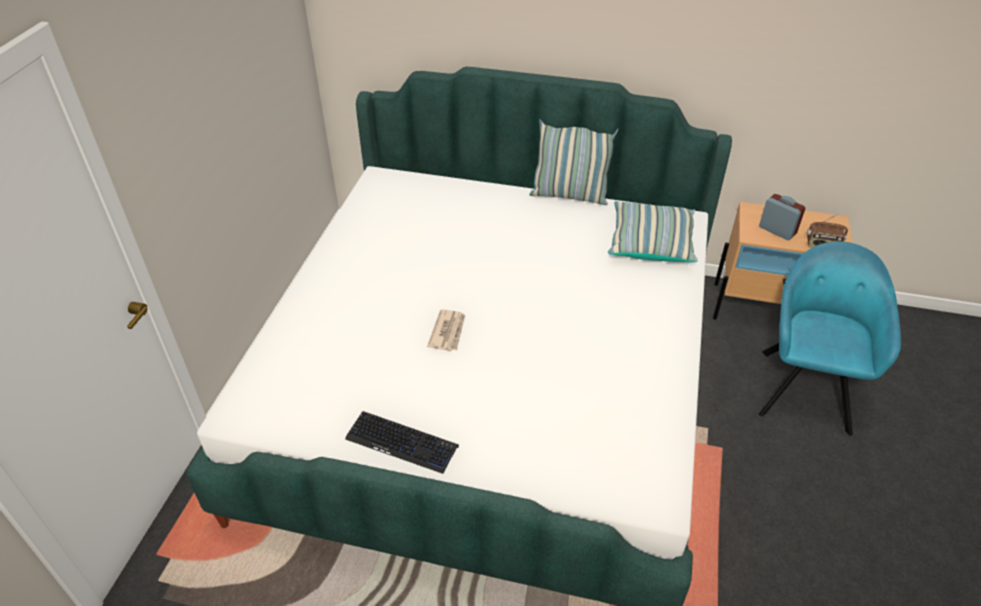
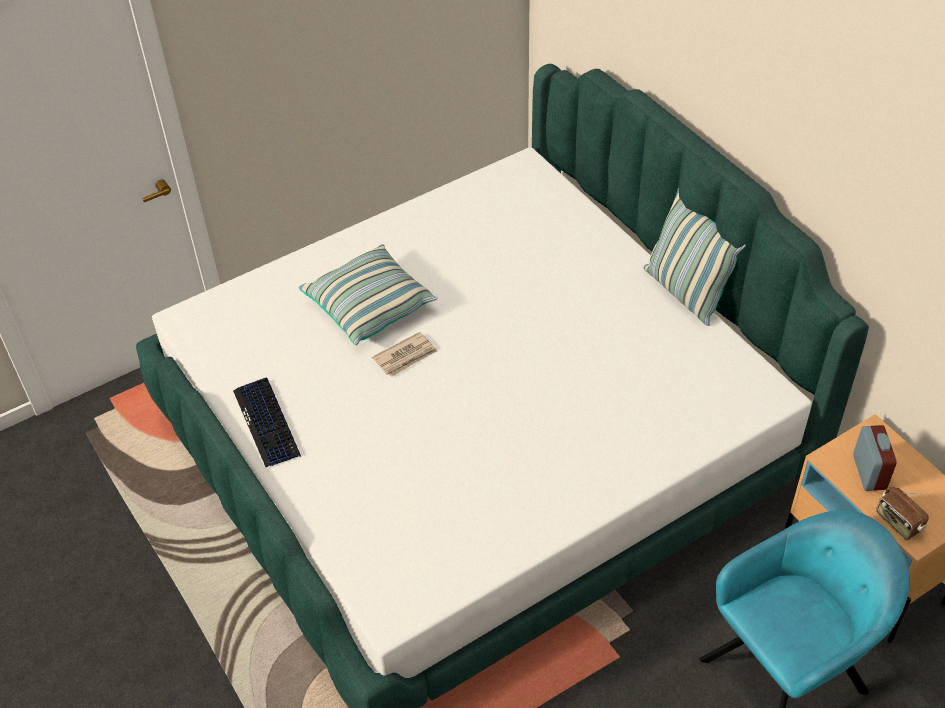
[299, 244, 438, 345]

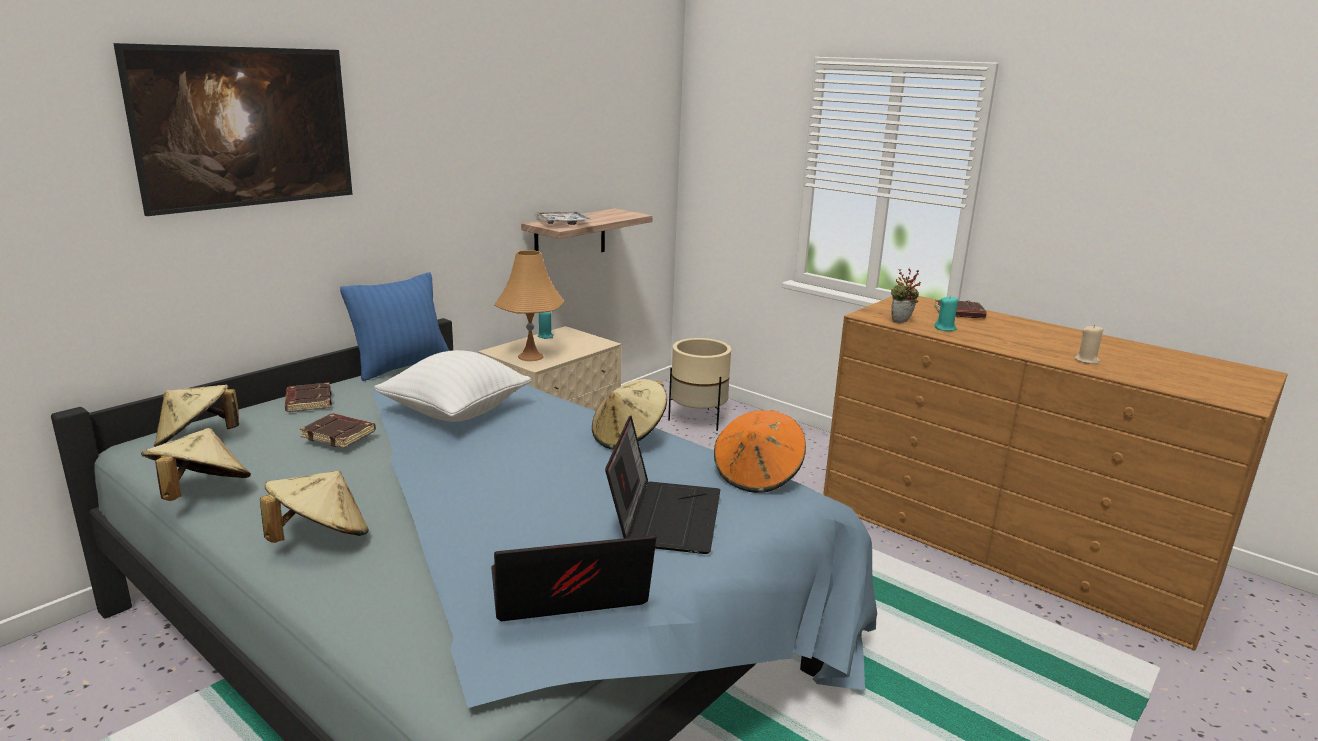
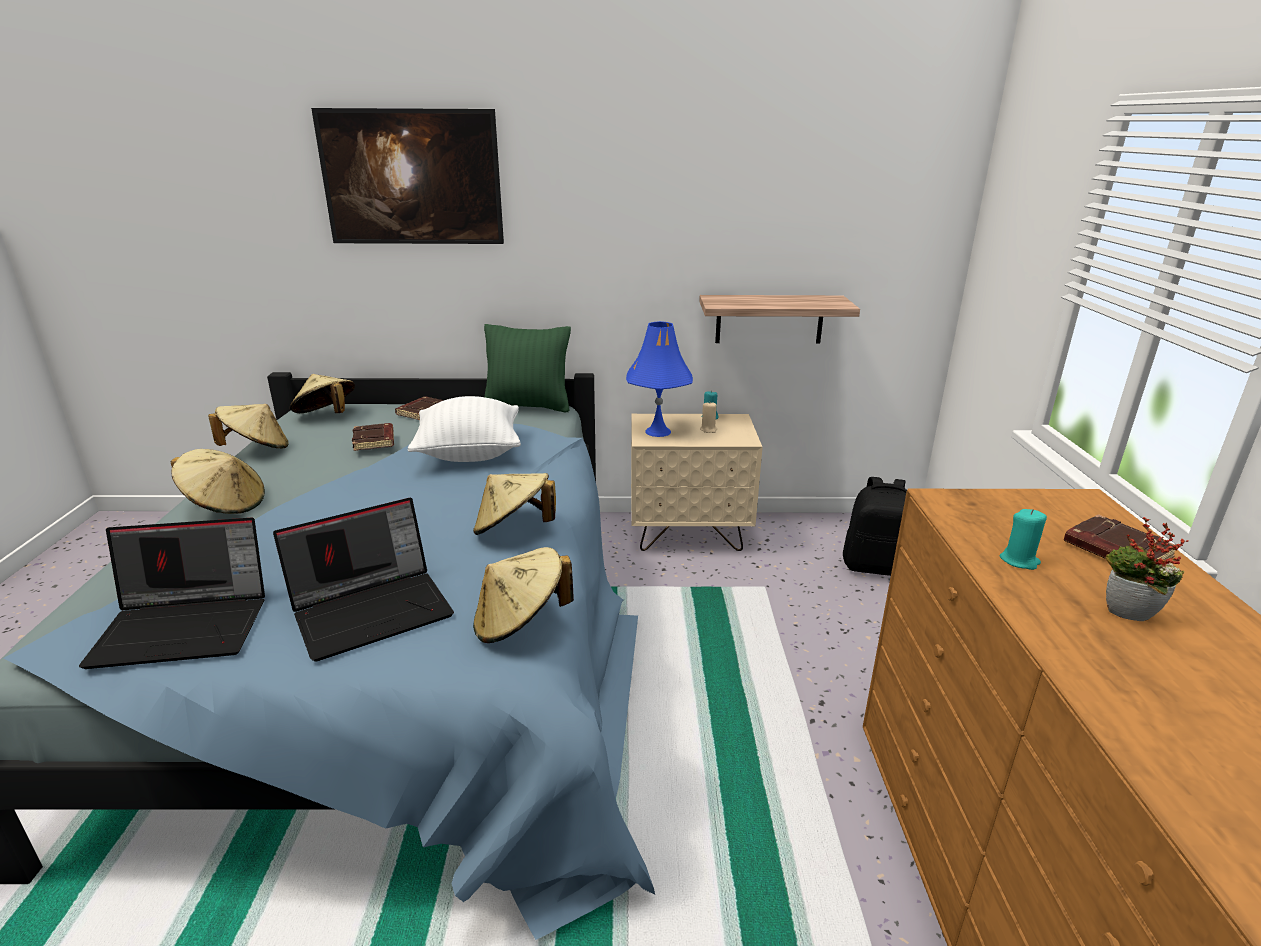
[484, 324, 571, 412]
[79, 518, 265, 669]
[626, 321, 693, 437]
[535, 211, 593, 225] (first image)
[843, 477, 907, 576]
[473, 547, 574, 643]
[1106, 517, 1189, 621]
[700, 402, 717, 433]

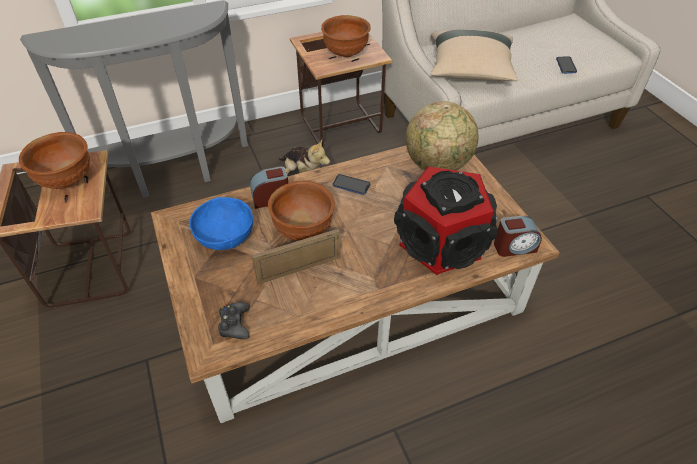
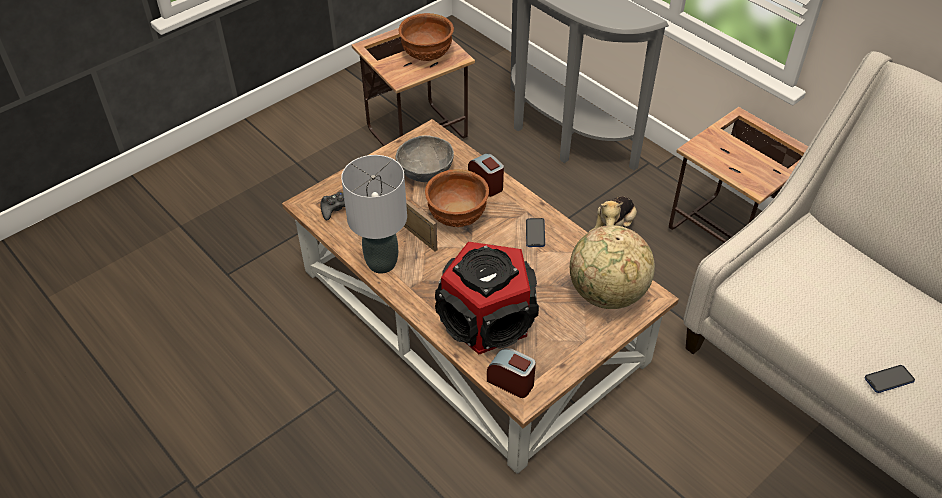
[396, 135, 454, 182]
[321, 15, 371, 57] (first image)
[431, 29, 518, 81] (first image)
[487, 348, 536, 398]
[341, 155, 407, 274]

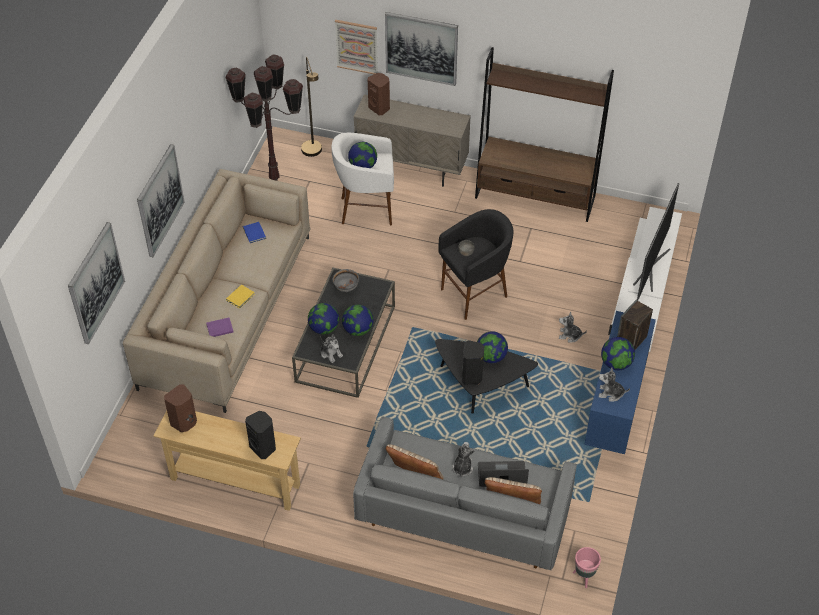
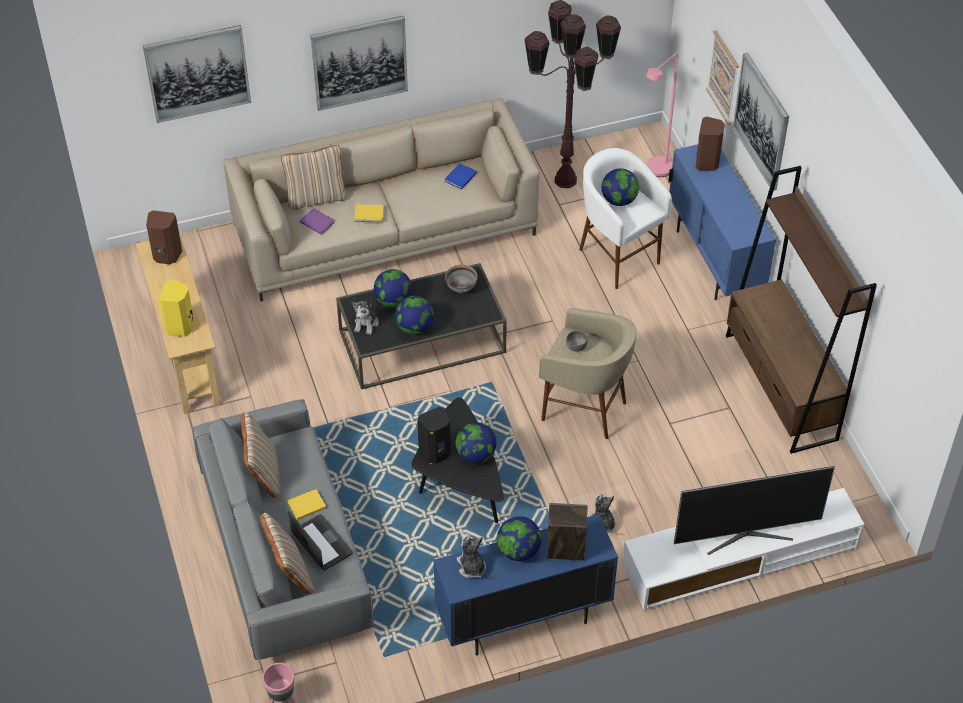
[159, 280, 195, 337]
[646, 53, 678, 177]
[668, 144, 776, 300]
[539, 308, 636, 439]
[287, 489, 326, 520]
[281, 145, 347, 210]

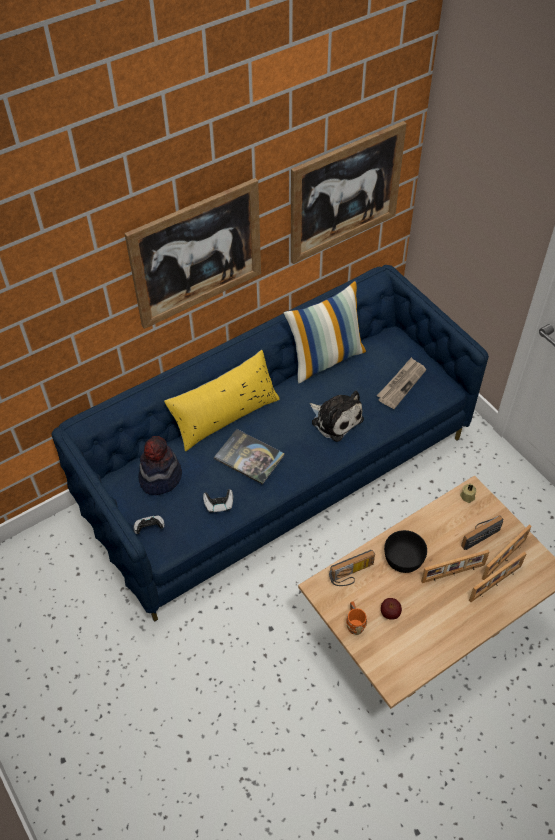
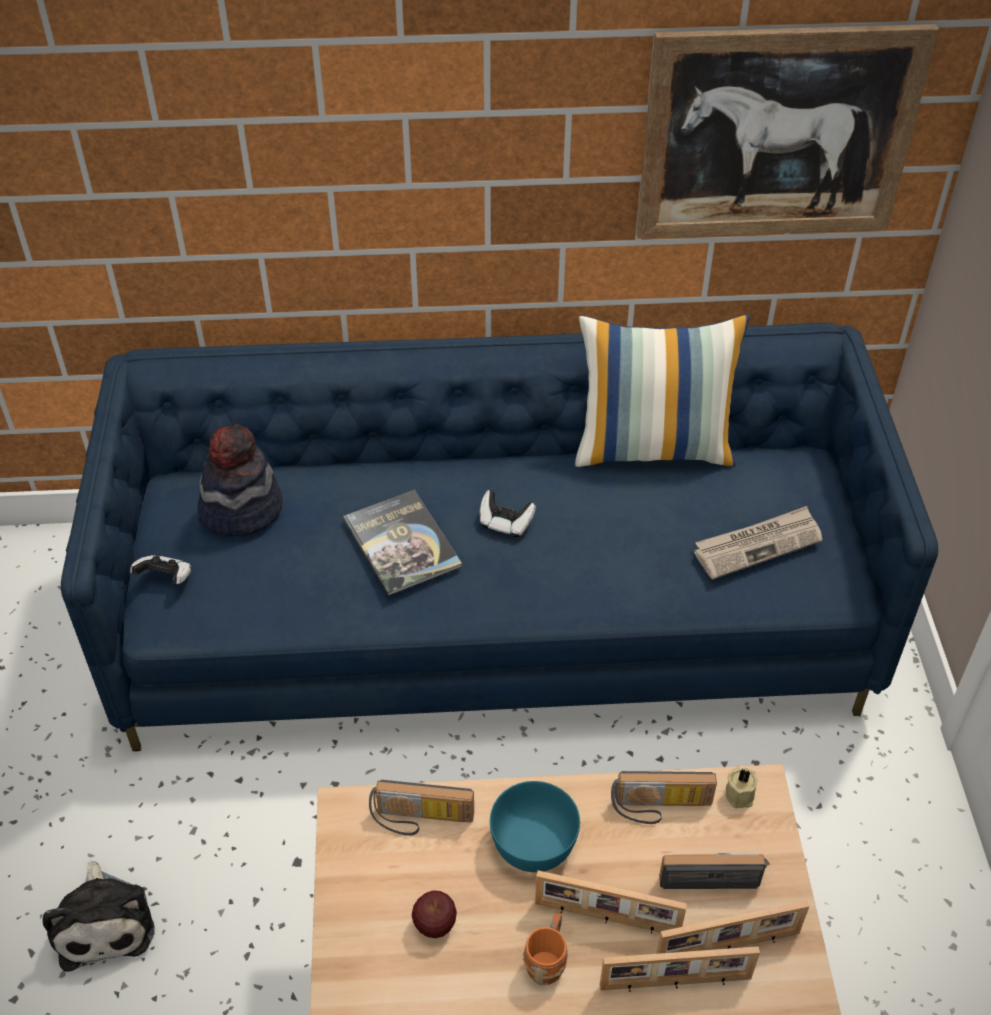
[124, 178, 261, 329] (first image)
[164, 350, 280, 452] (first image)
[480, 490, 536, 537]
[43, 861, 155, 972]
[523, 913, 568, 985]
[490, 781, 580, 872]
[611, 771, 717, 824]

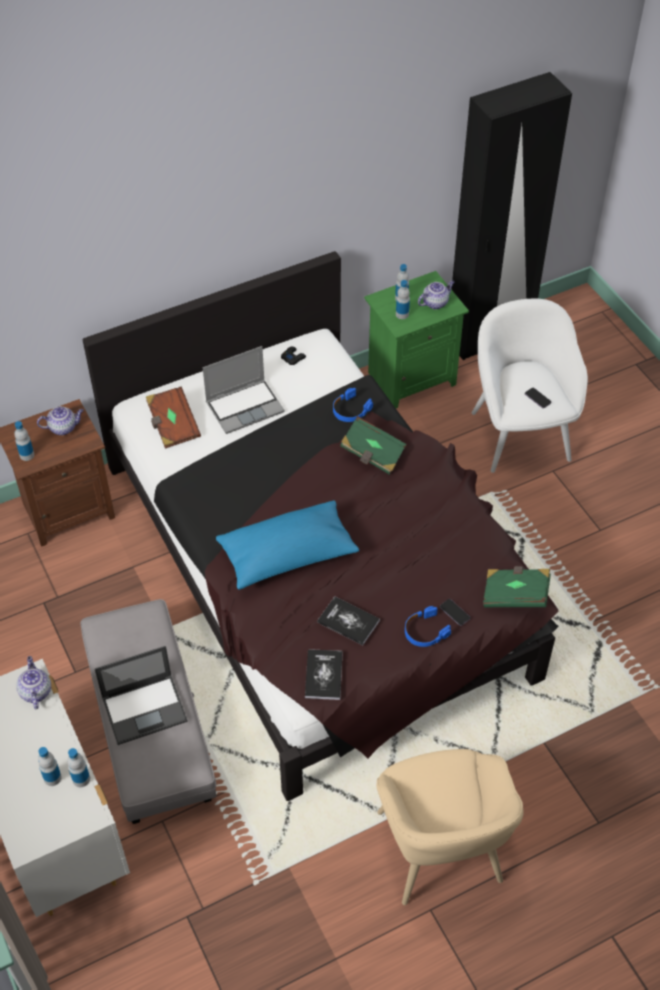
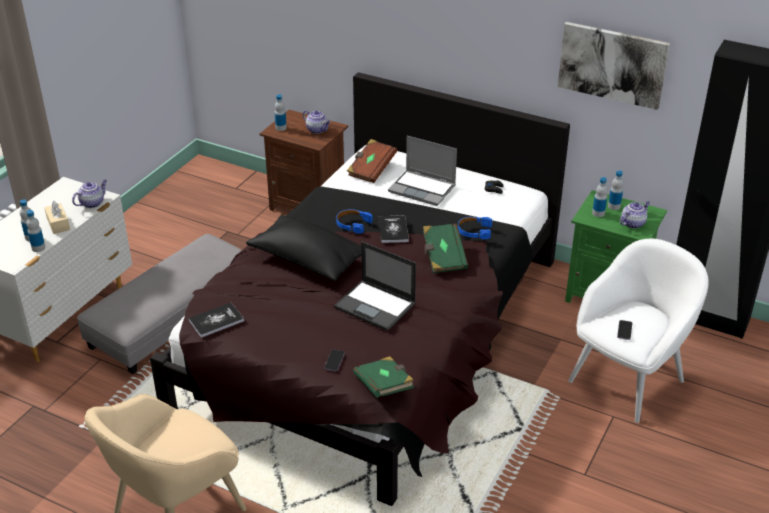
[334, 242, 416, 331]
[246, 215, 361, 281]
[378, 215, 409, 243]
[336, 209, 373, 234]
[620, 201, 650, 229]
[44, 201, 70, 234]
[558, 22, 670, 110]

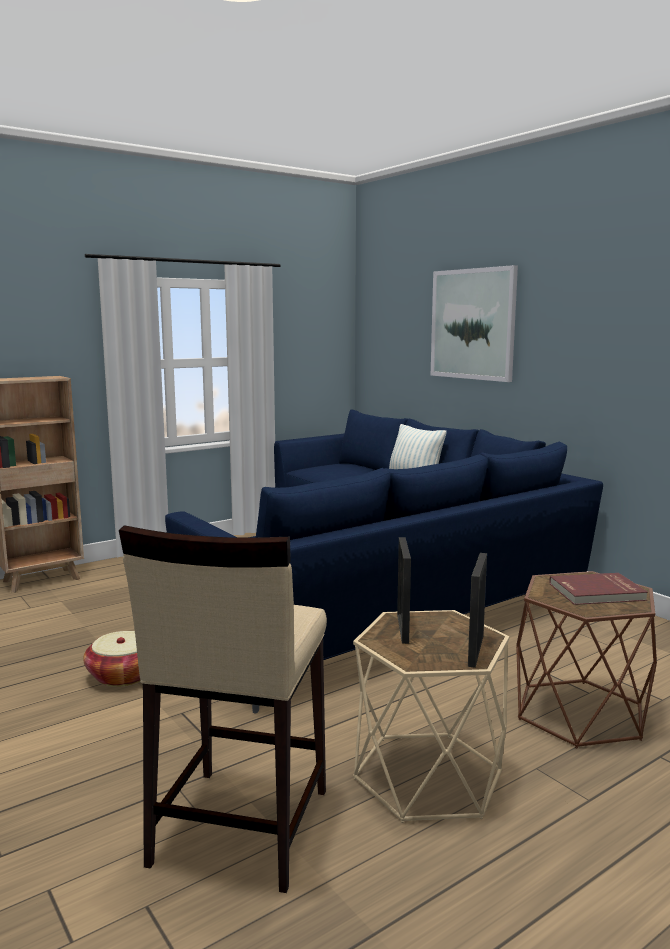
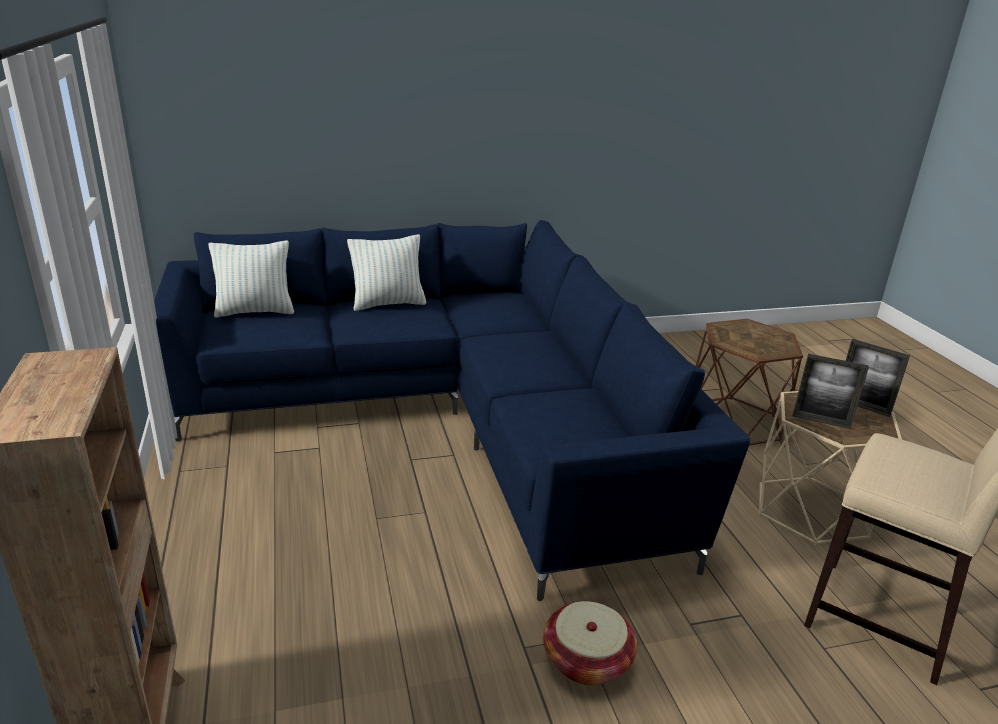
[431, 265, 518, 382] (first image)
[549, 573, 648, 605] (first image)
[209, 241, 294, 317]

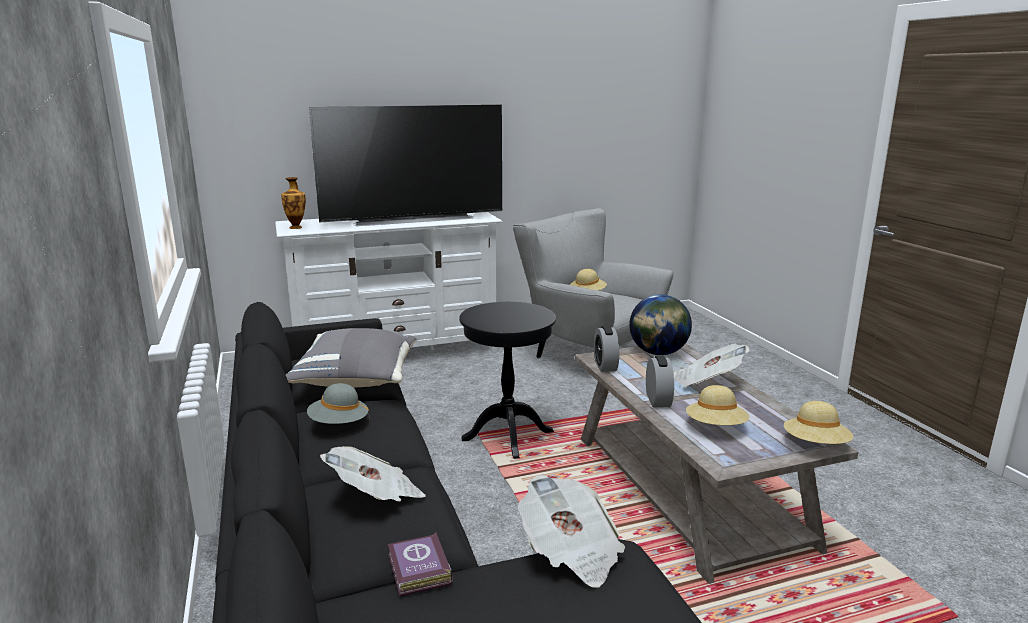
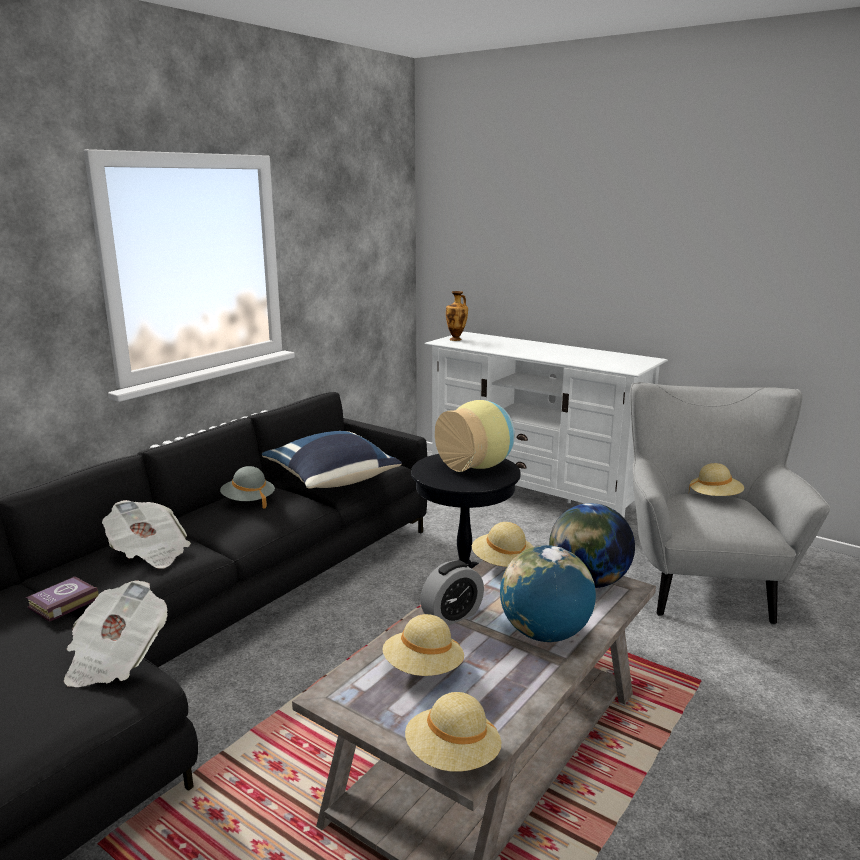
[262, 431, 402, 489]
[309, 105, 502, 226] (first image)
[472, 522, 533, 567]
[500, 545, 596, 642]
[435, 400, 515, 472]

